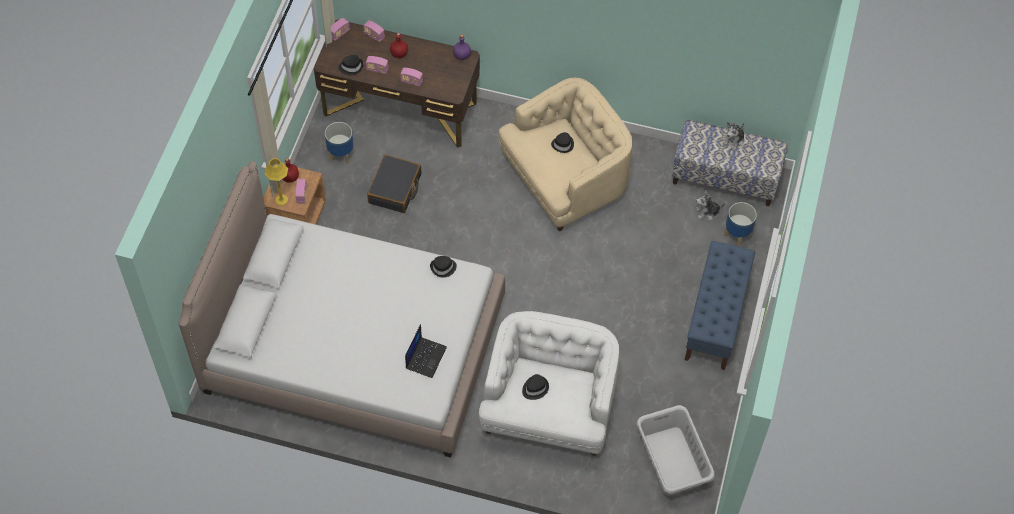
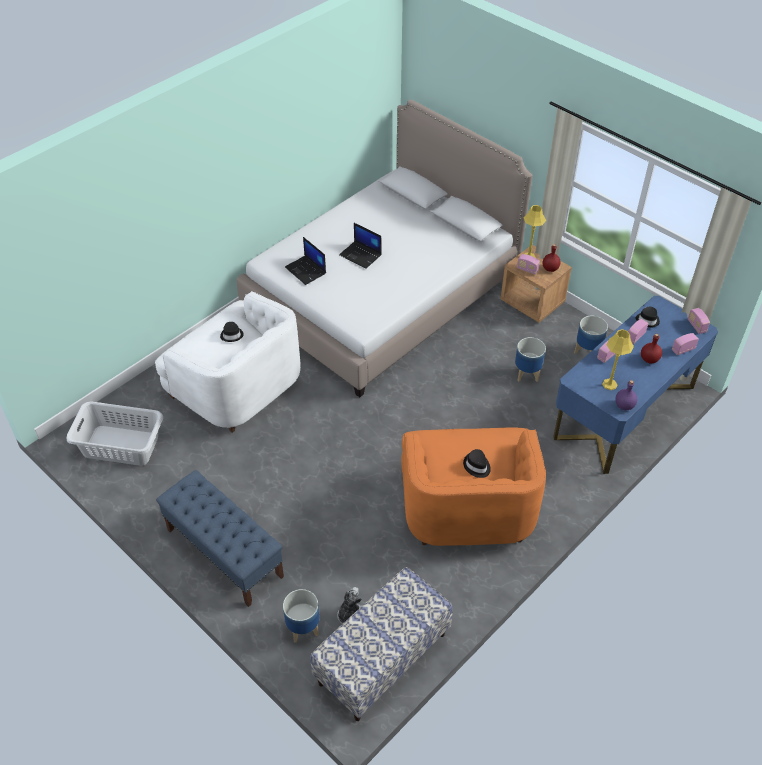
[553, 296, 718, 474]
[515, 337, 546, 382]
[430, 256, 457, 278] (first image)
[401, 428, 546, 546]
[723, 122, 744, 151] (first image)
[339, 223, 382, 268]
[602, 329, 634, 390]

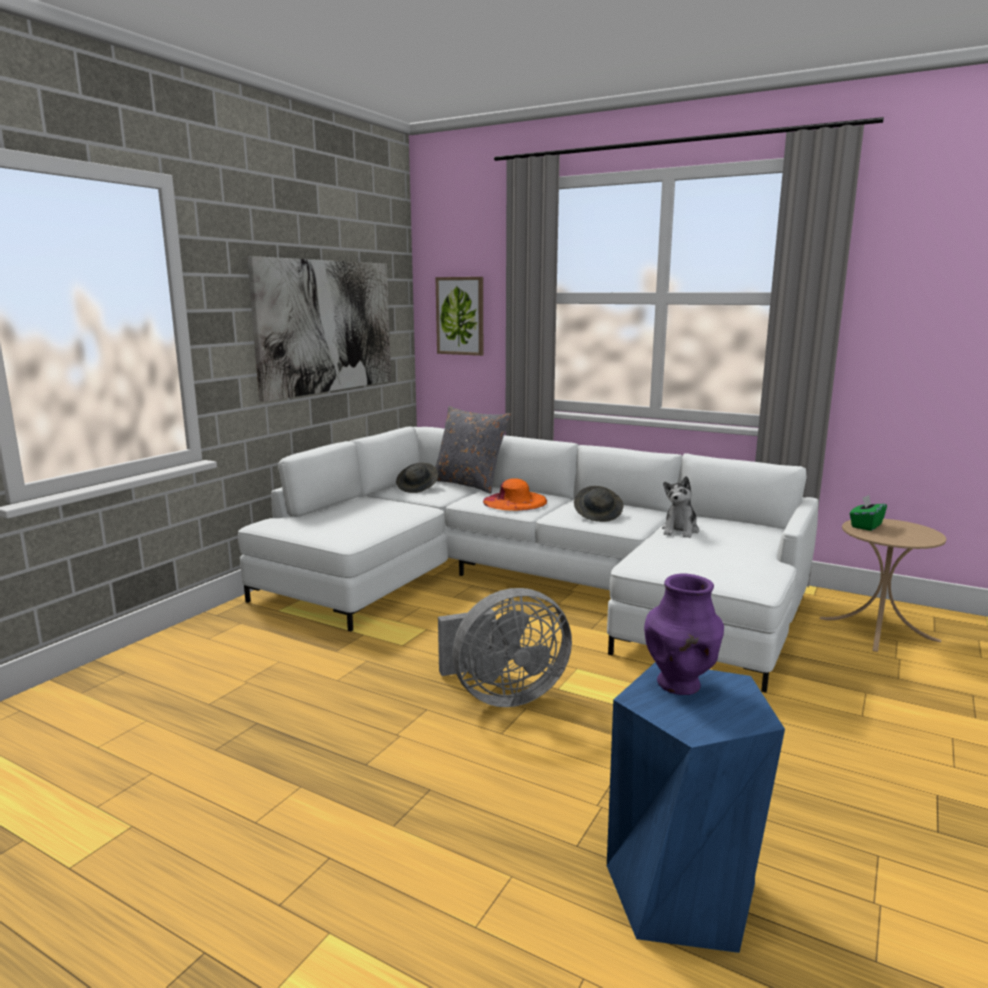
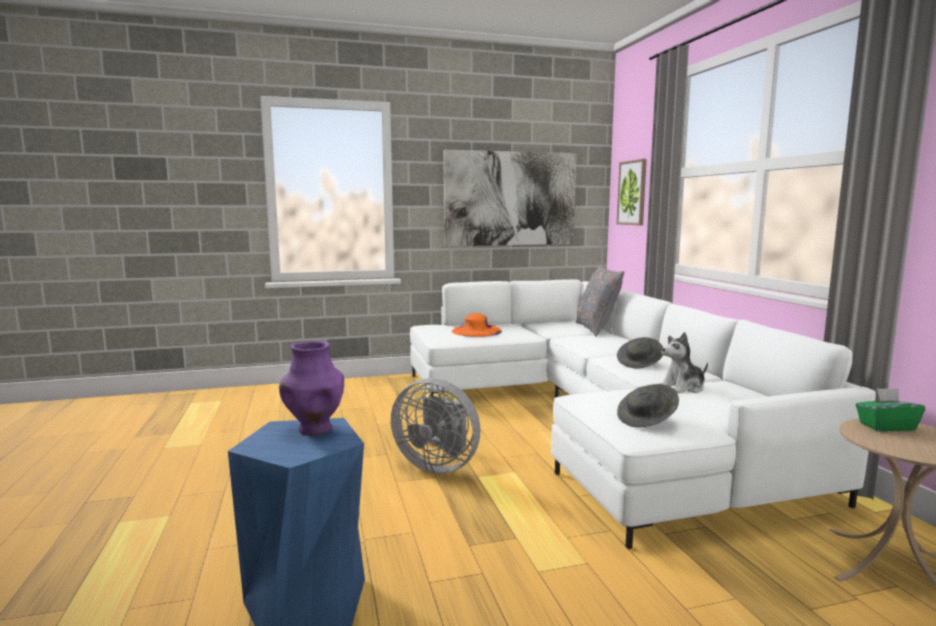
[617, 384, 679, 427]
[452, 313, 502, 337]

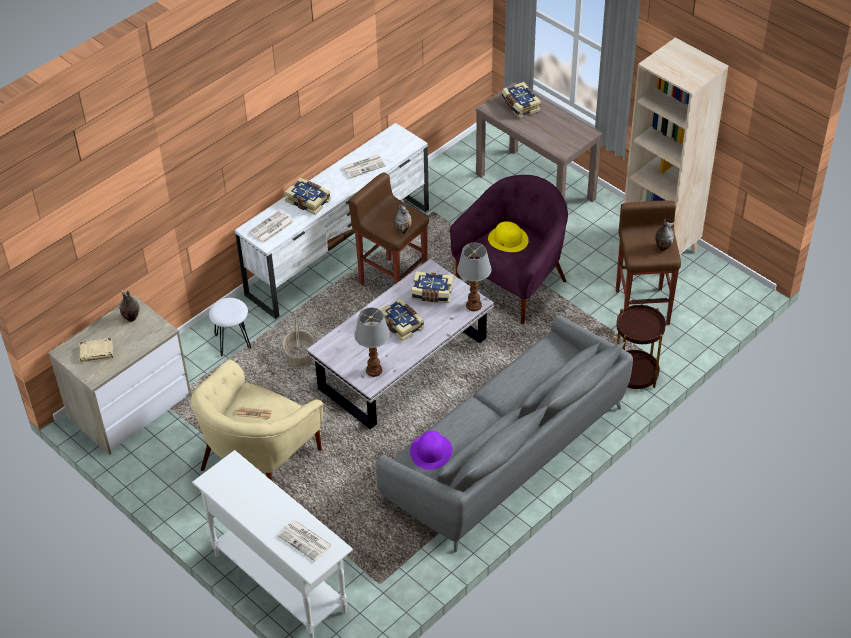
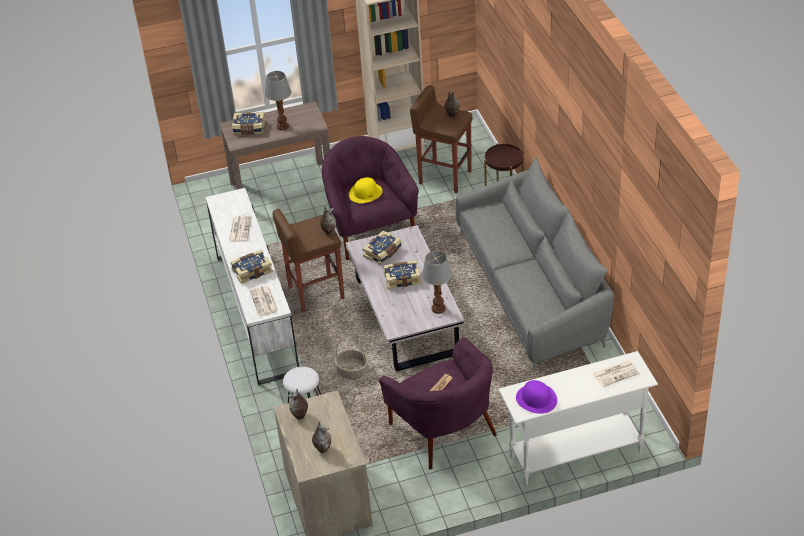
[312, 421, 331, 453]
[379, 338, 497, 470]
[516, 380, 557, 414]
[265, 71, 292, 131]

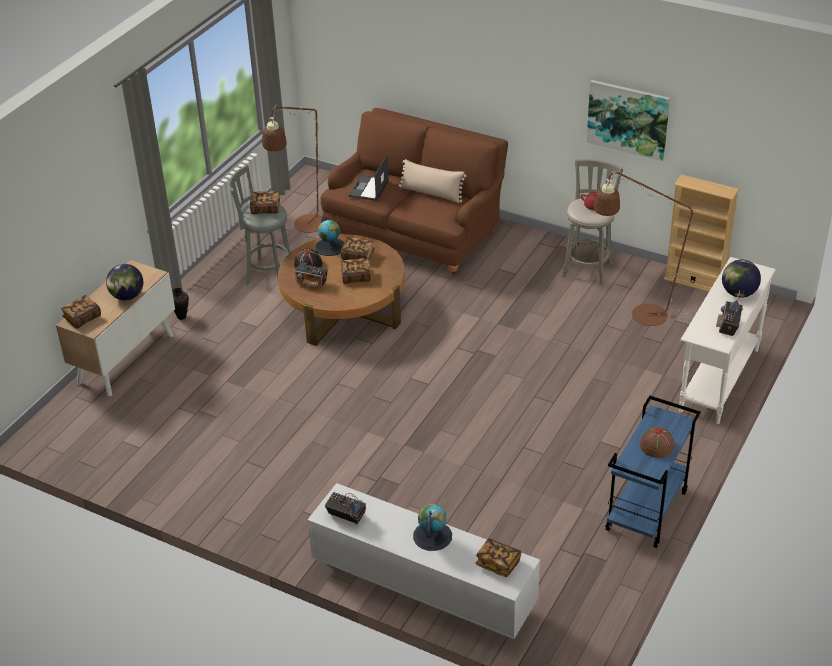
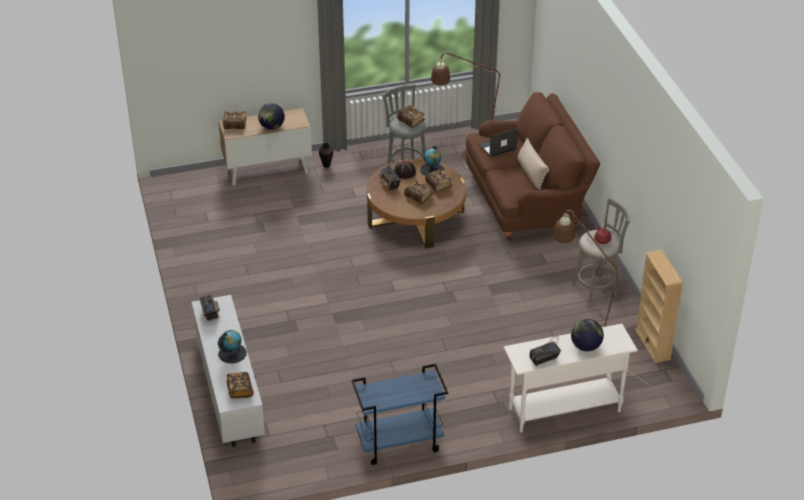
[587, 80, 670, 161] (first image)
[640, 427, 675, 458] (first image)

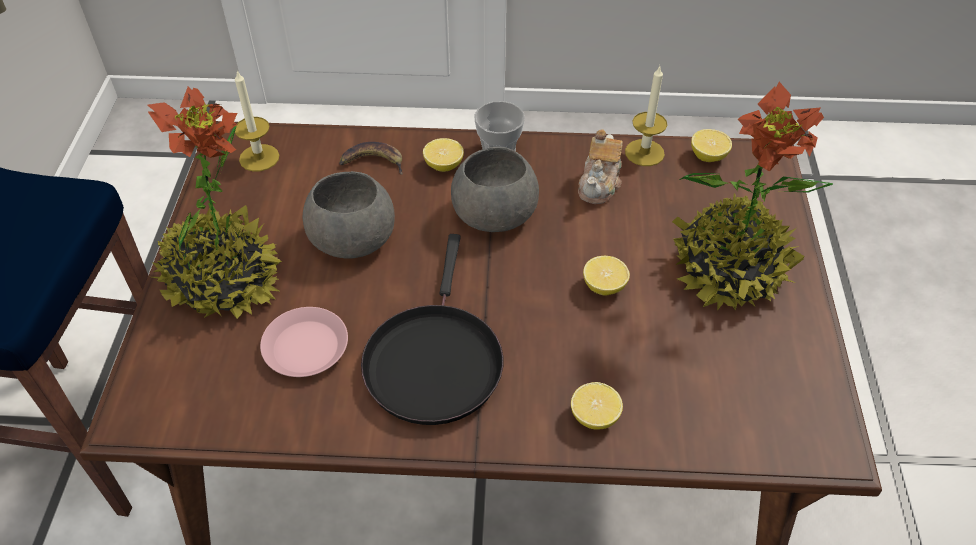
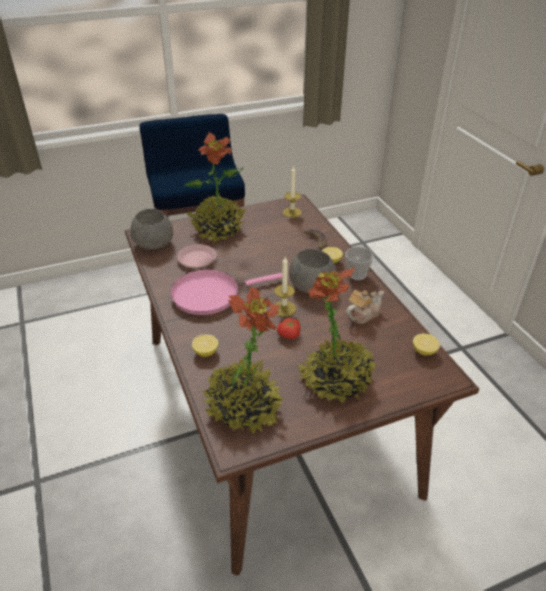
[130, 209, 173, 250]
[170, 270, 282, 315]
[346, 290, 384, 324]
[277, 318, 300, 339]
[274, 257, 296, 317]
[202, 286, 283, 434]

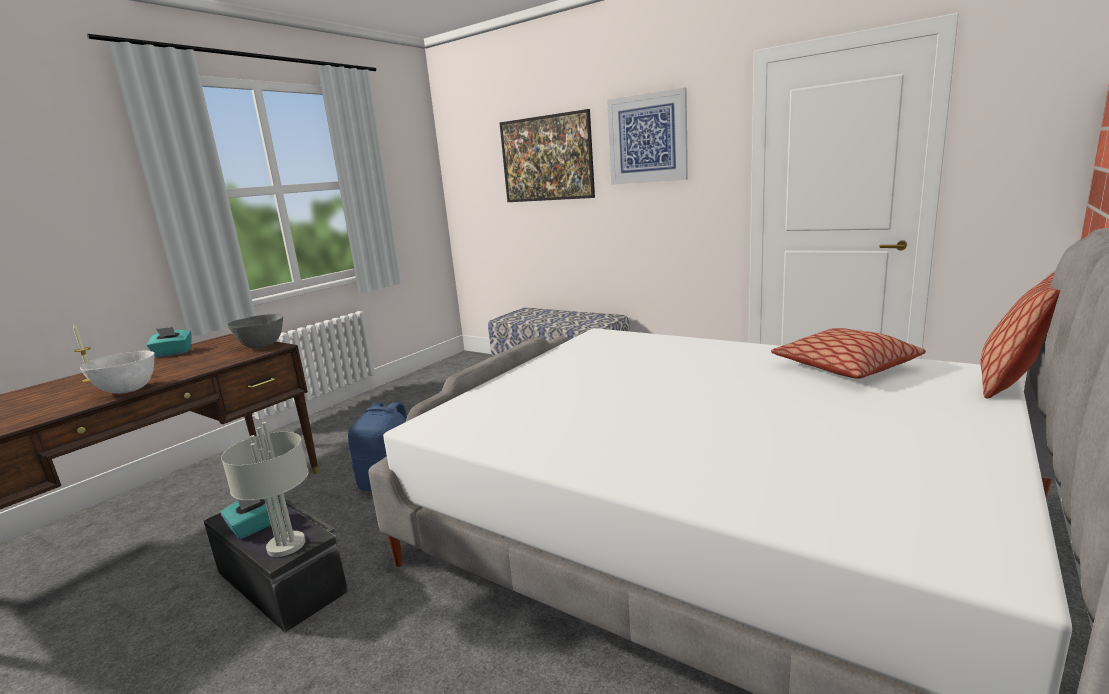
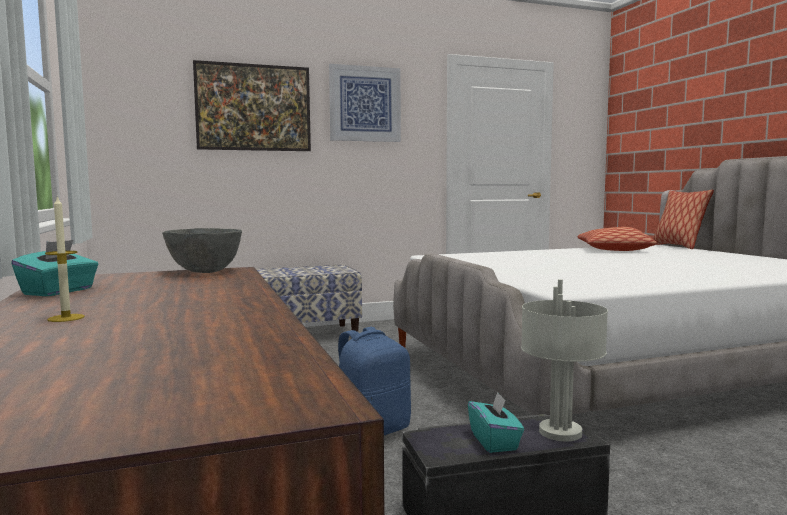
[80, 351, 155, 394] (first image)

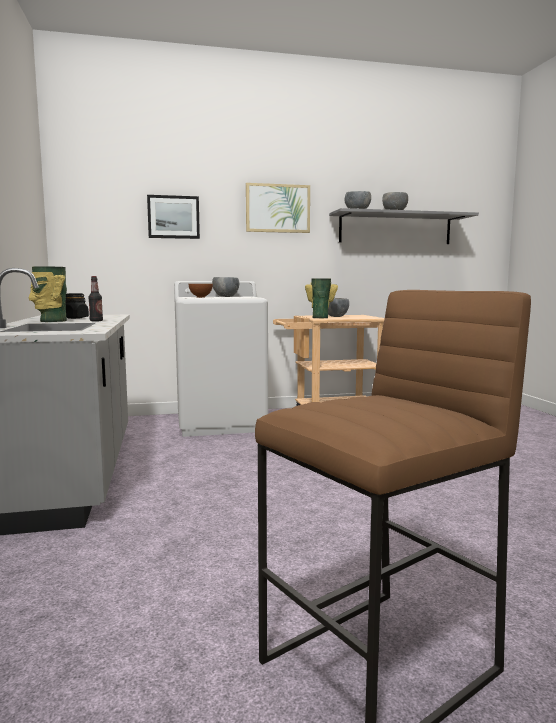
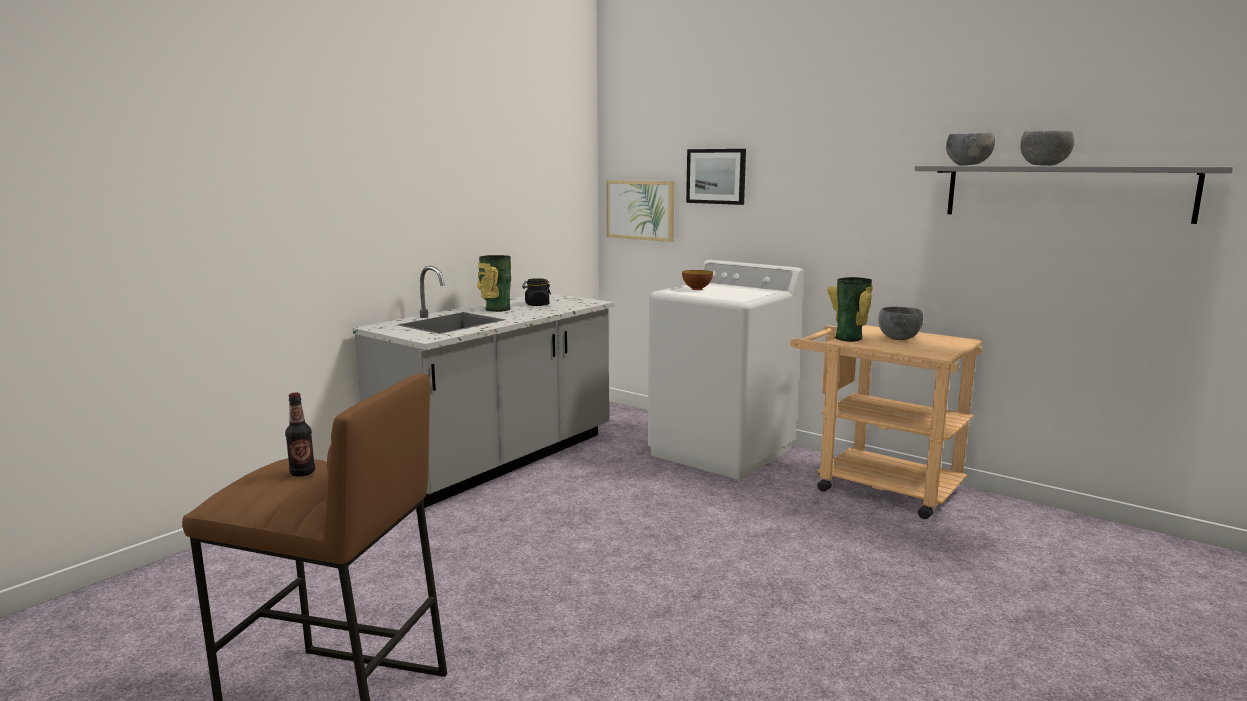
[285, 393, 315, 476]
[212, 277, 239, 297] (first image)
[607, 180, 674, 242]

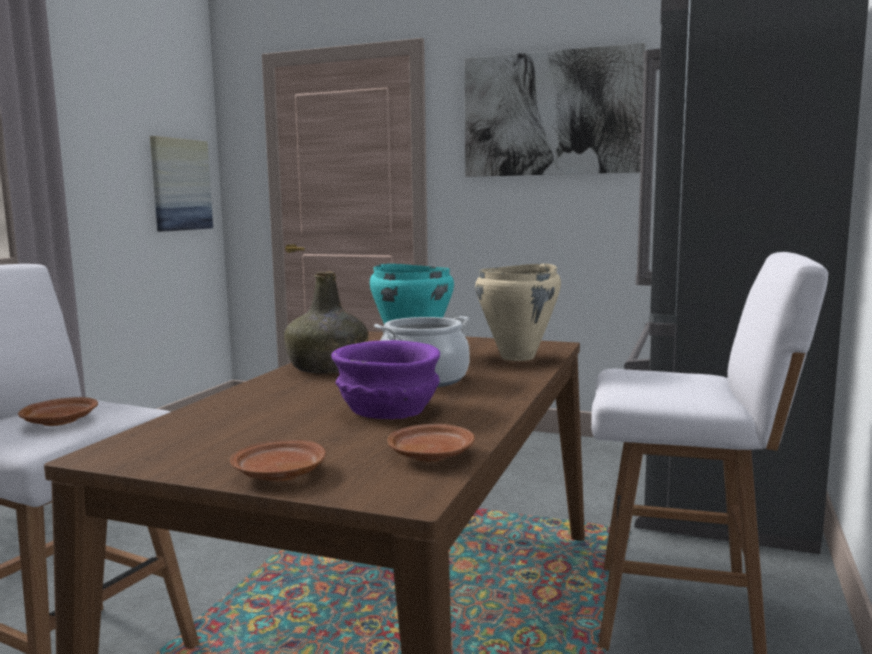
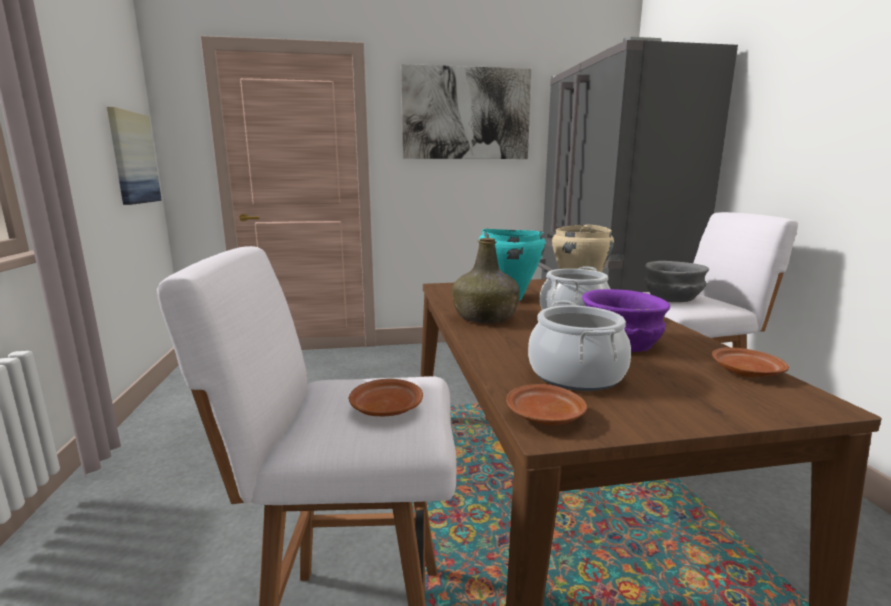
[506, 384, 587, 425]
[528, 301, 631, 391]
[644, 261, 709, 302]

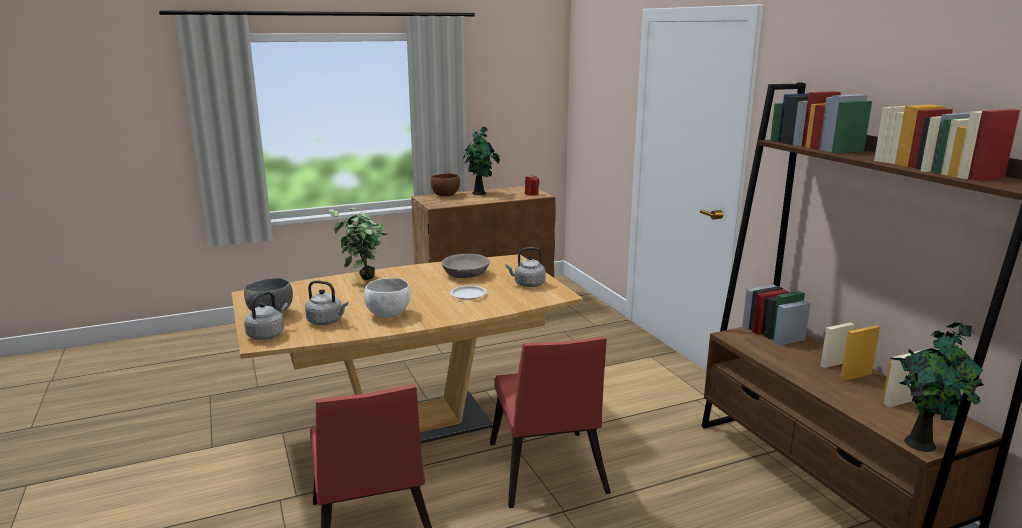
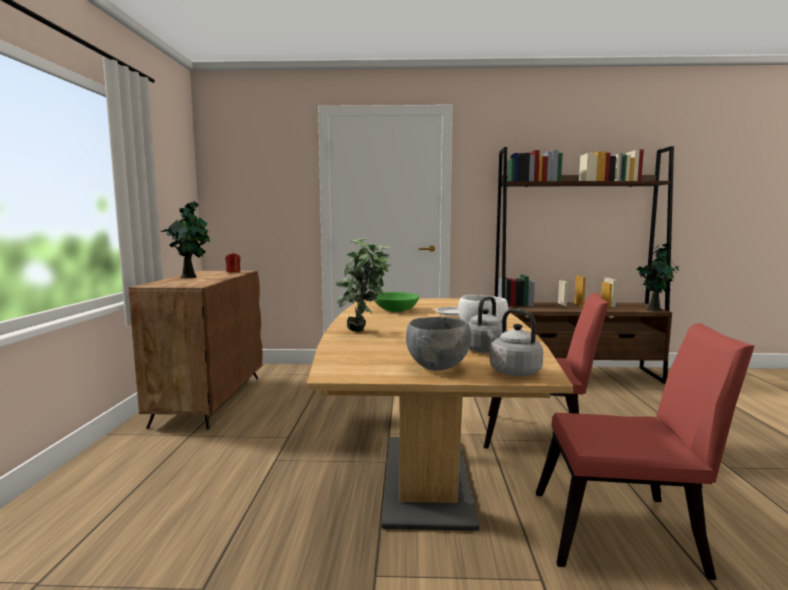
[431, 173, 460, 196] (first image)
[374, 292, 419, 312]
[506, 247, 546, 287] (first image)

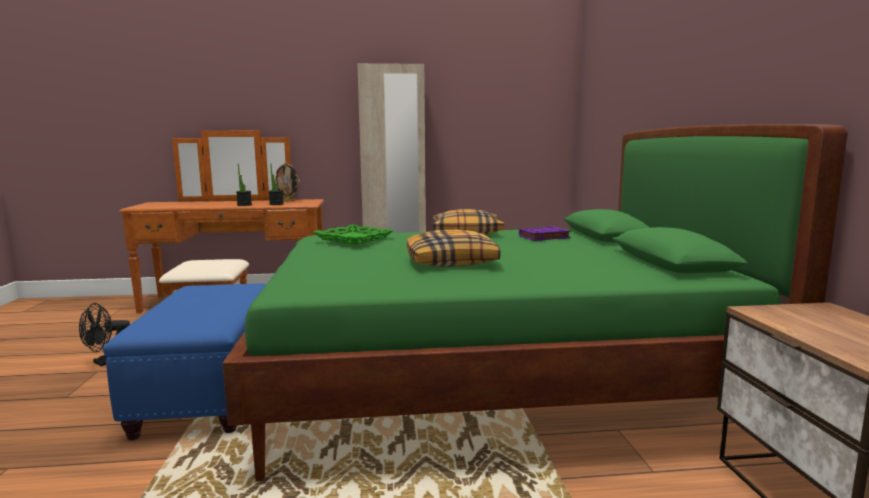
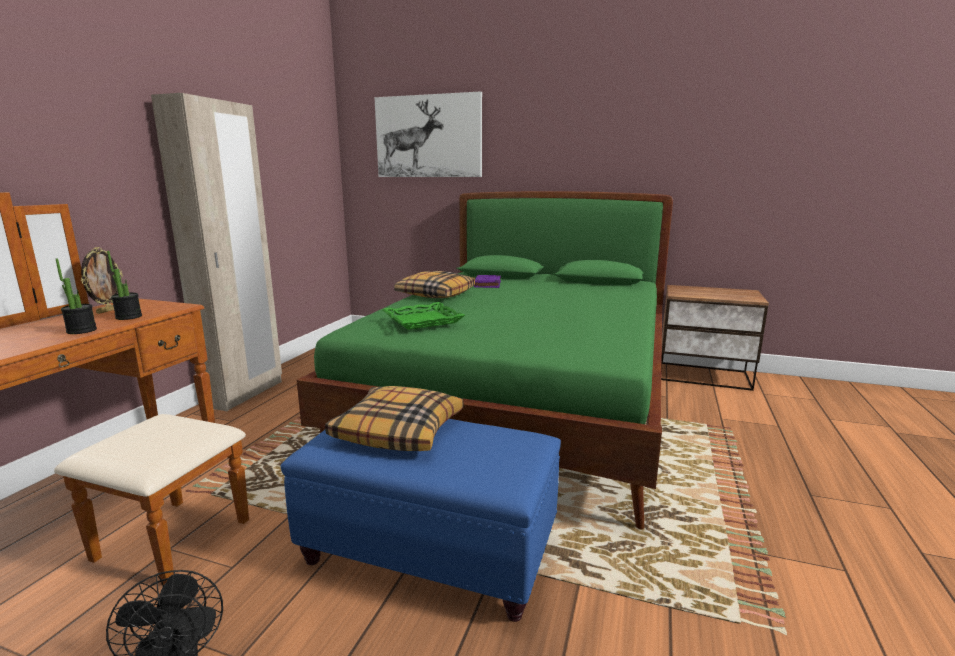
[325, 386, 464, 451]
[374, 91, 482, 177]

